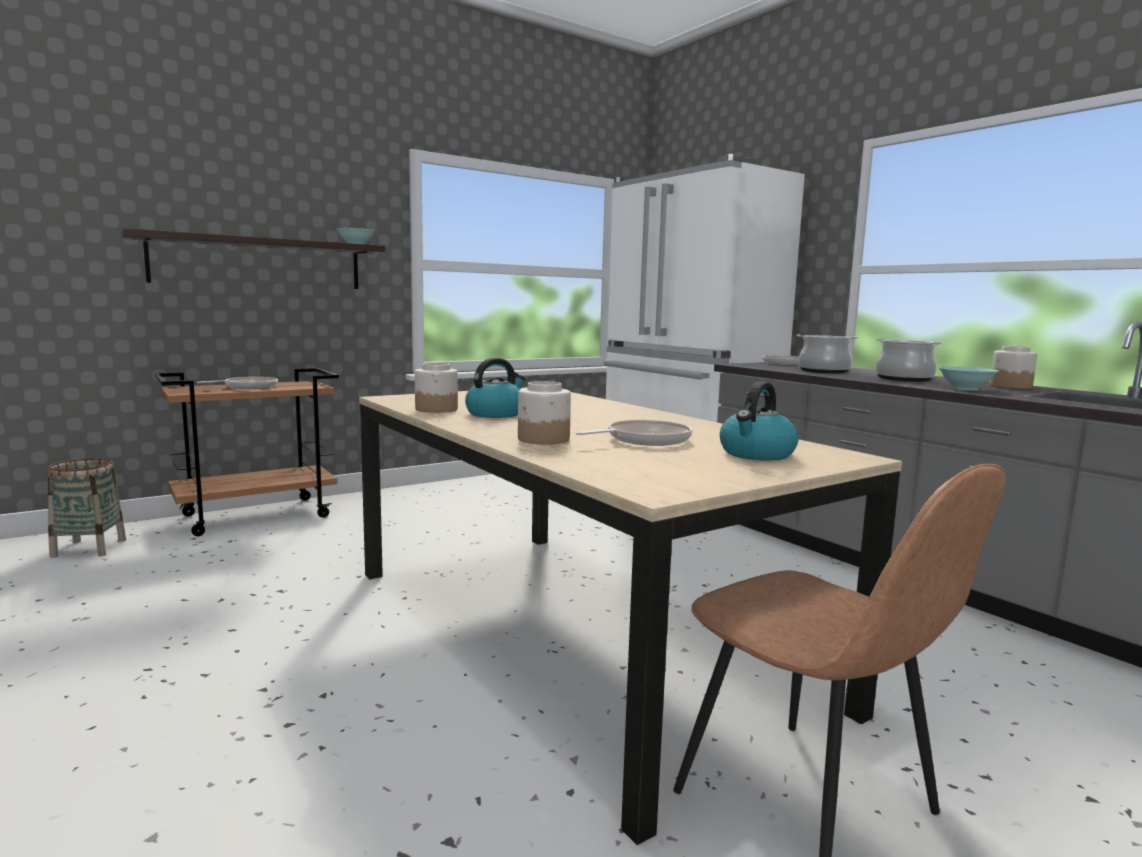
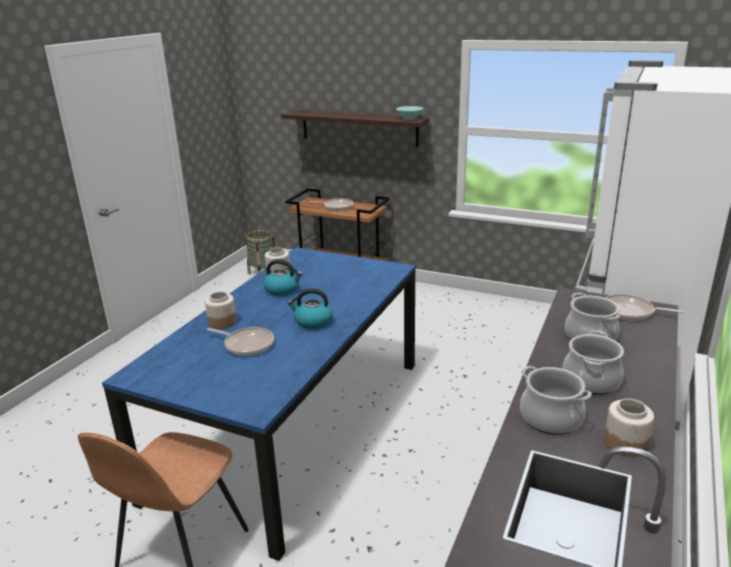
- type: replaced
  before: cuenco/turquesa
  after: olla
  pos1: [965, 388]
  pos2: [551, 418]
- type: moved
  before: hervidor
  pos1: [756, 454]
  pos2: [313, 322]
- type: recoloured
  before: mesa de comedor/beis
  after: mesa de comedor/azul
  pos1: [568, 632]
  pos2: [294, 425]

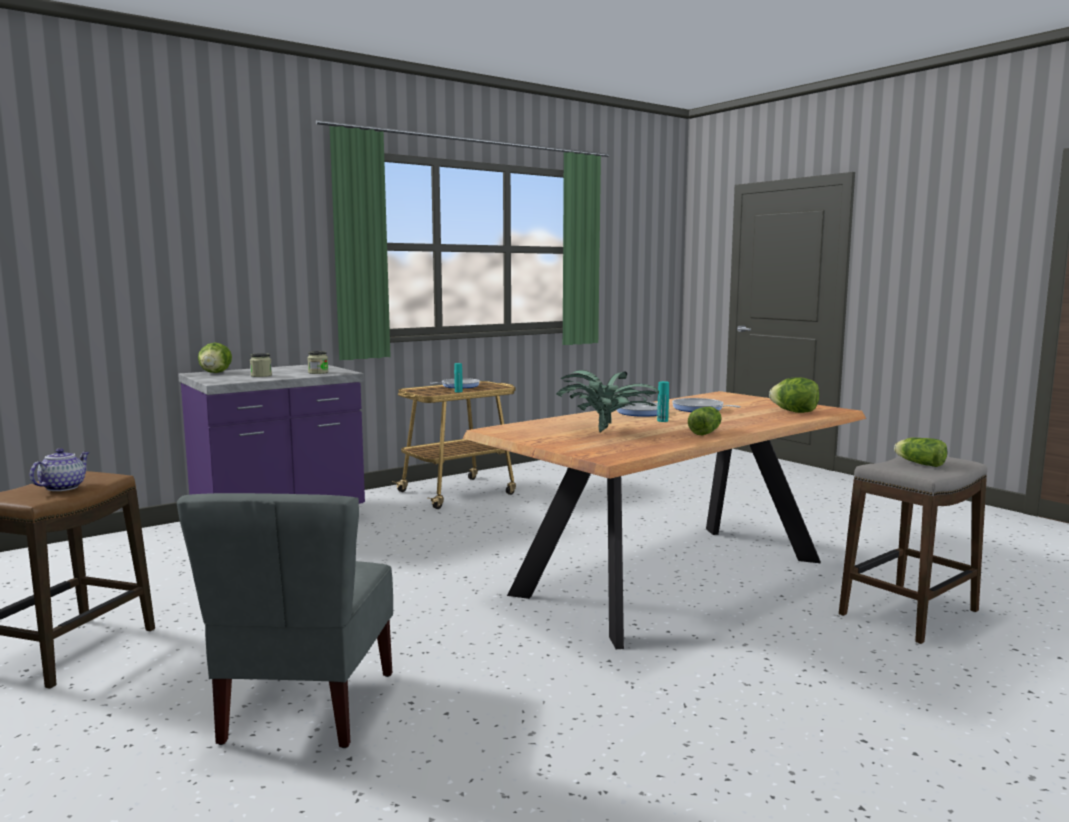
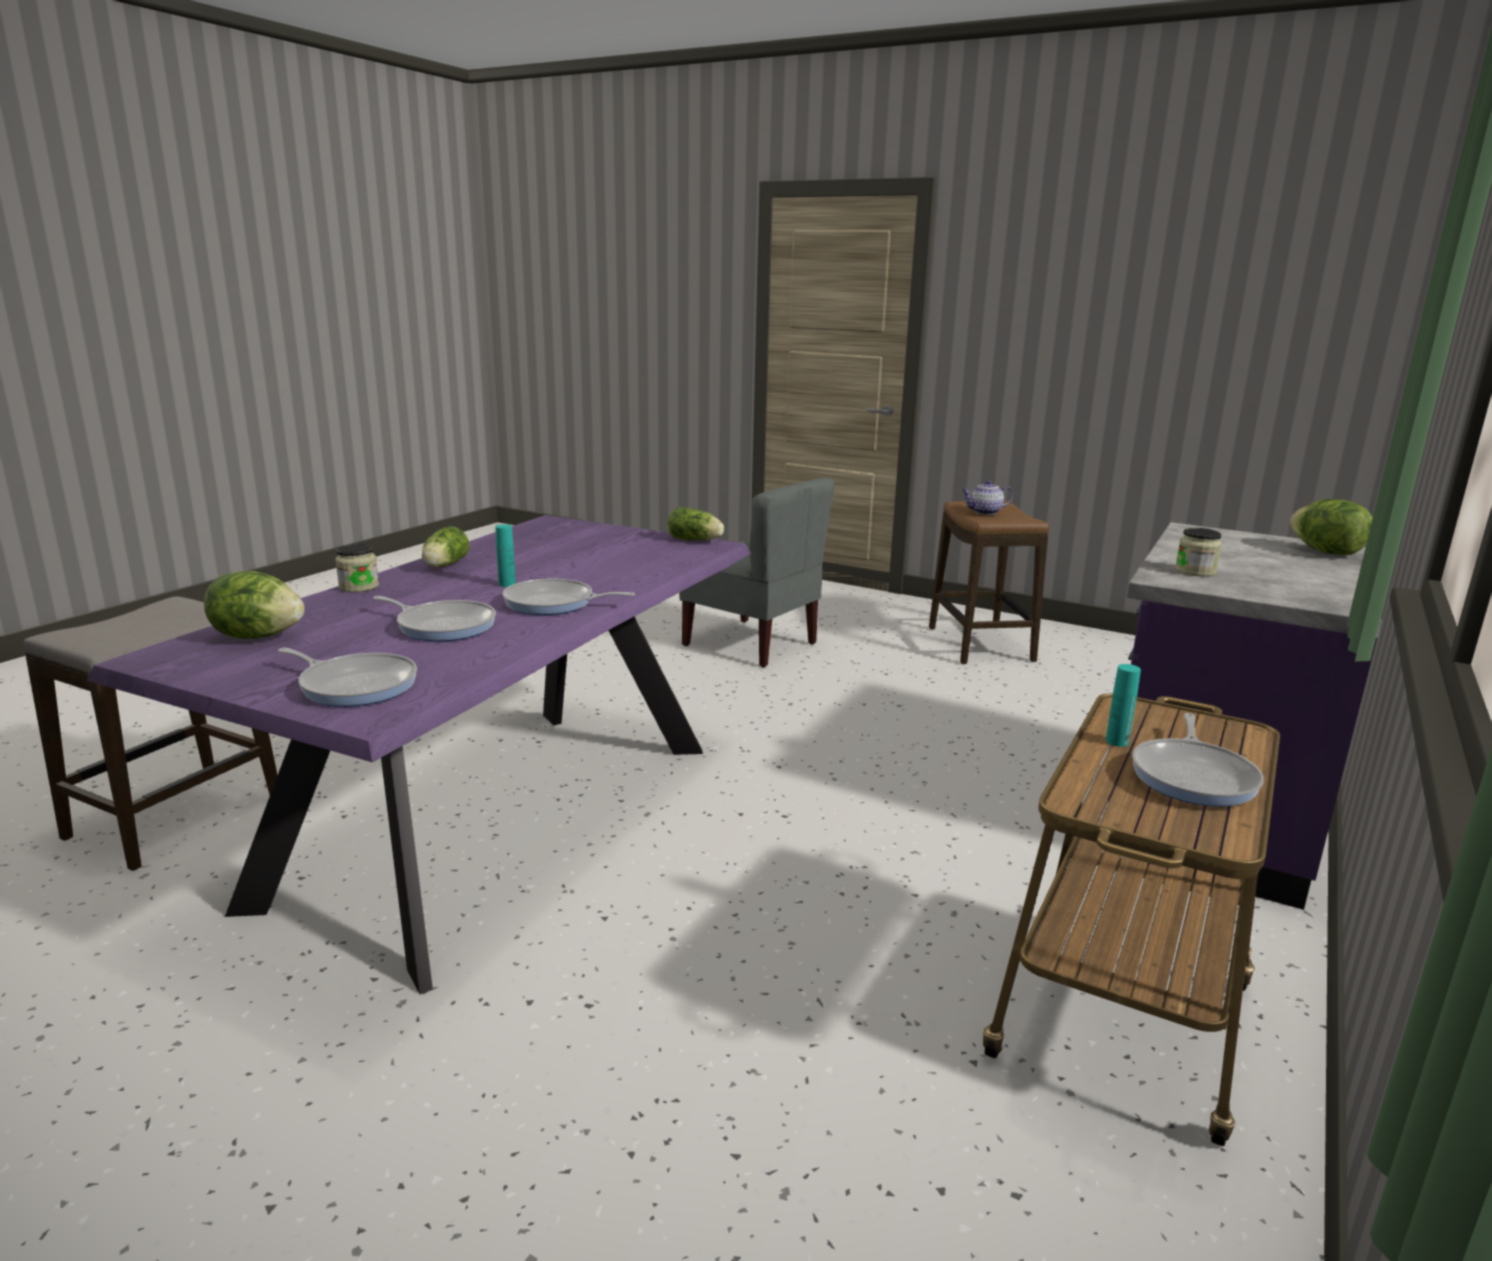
- type: moved
  before: tarro
  pos1: [261, 375]
  pos2: [359, 587]
- type: removed
  before: planta en maceta
  pos1: [606, 432]
- type: recoloured
  before: mesa de comedor/marrón
  after: mesa de comedor/morado
  pos1: [672, 577]
  pos2: [501, 820]
- type: moved
  before: lechuga
  pos1: [918, 463]
  pos2: [696, 540]
- type: turned
  before: tetera
  pos1: [63, 487]
  pos2: [984, 512]
  turn: 90
- type: turned
  before: silla/gris
  pos1: [306, 707]
  pos2: [752, 644]
  turn: 150
- type: added
  after: sartén
  pos2: [355, 685]

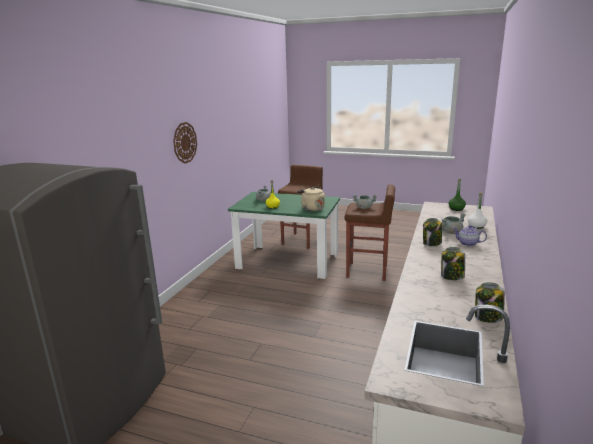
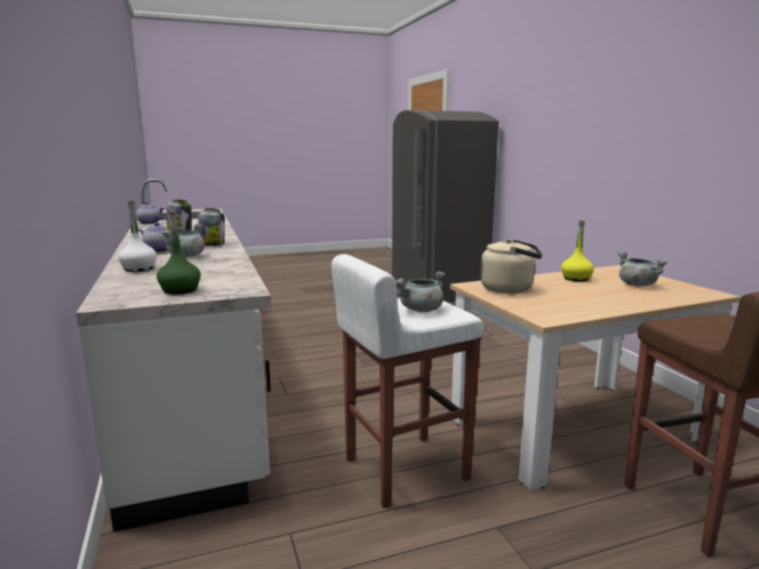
- type: removed
  before: reloj de pared
  pos1: [184, 142]
- type: recoloured
  before: taburete/marrón
  after: taburete/blanco
  pos1: [367, 271]
  pos2: [403, 469]
- type: recoloured
  before: mesa de comedor/verde
  after: mesa de comedor/beis
  pos1: [287, 262]
  pos2: [574, 429]
- type: replaced
  before: tarro
  after: tetera
  pos1: [488, 317]
  pos2: [149, 223]

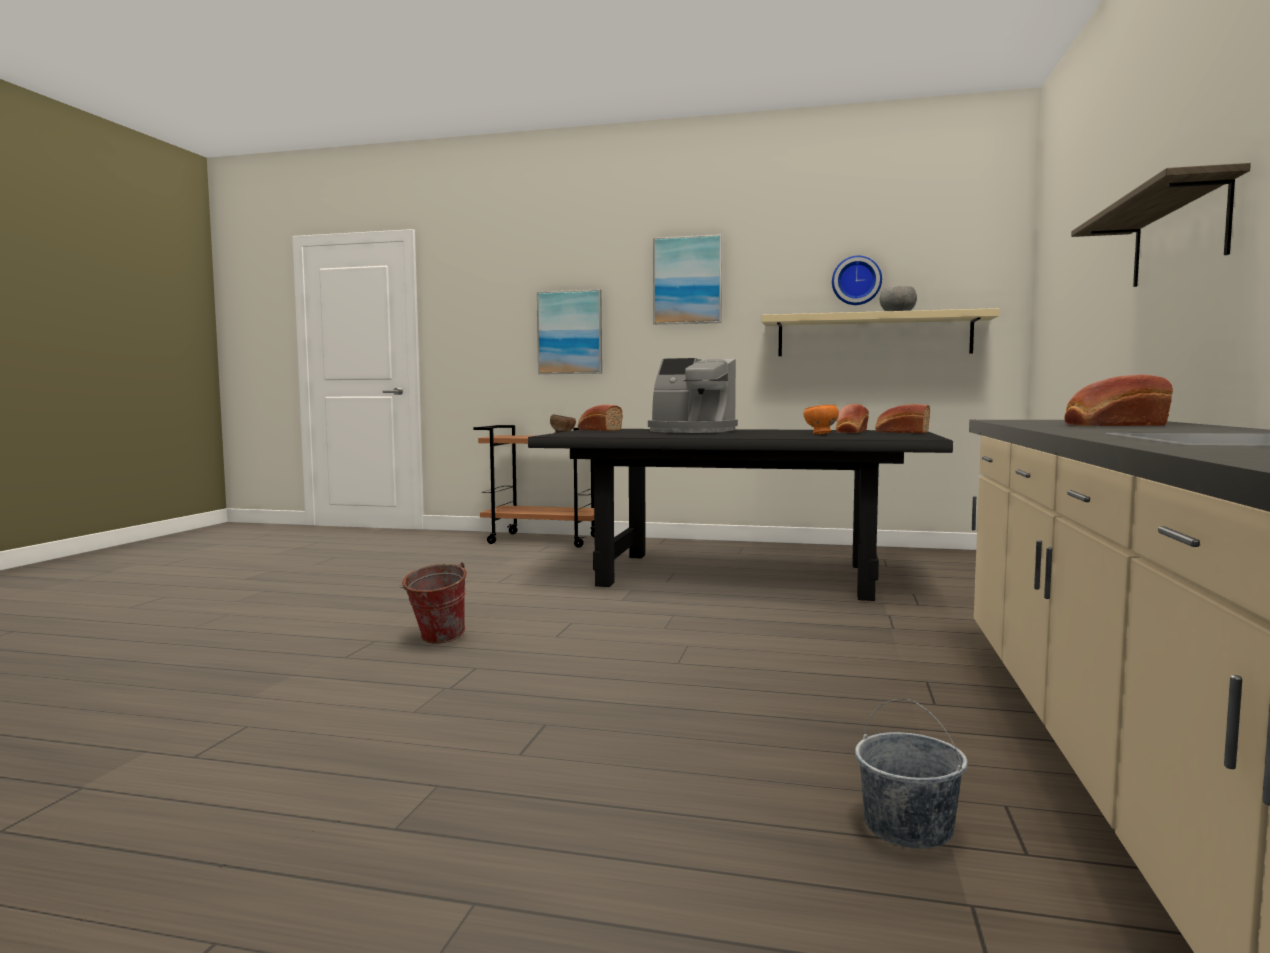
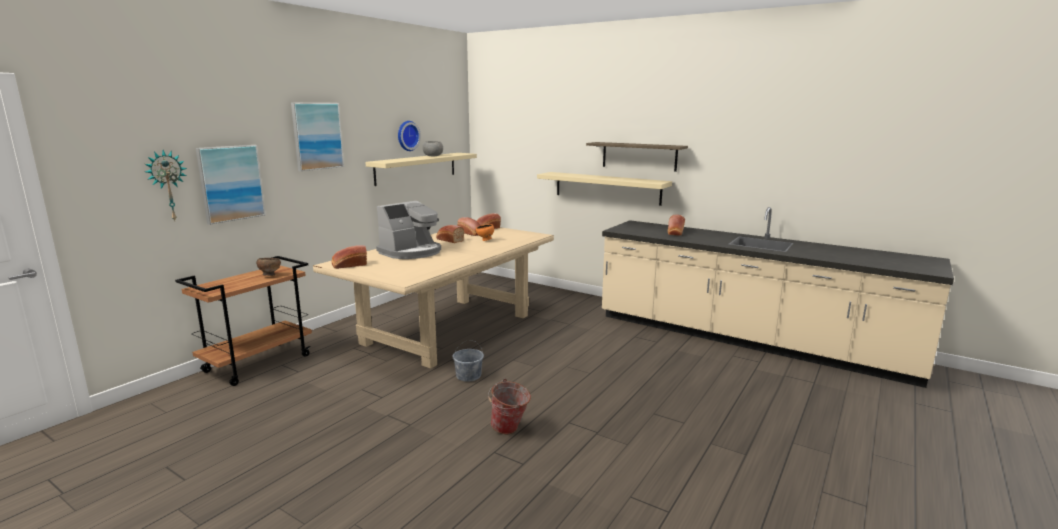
- type: recoloured
  before: mesa de comedor/negro
  after: mesa de comedor/beis
  pos1: [739, 575]
  pos2: [449, 329]
- type: moved
  before: cubo/gris
  pos1: [909, 827]
  pos2: [468, 376]
- type: added
  after: reloj de pared
  pos2: [167, 185]
- type: added
  after: estante/beis
  pos2: [607, 188]
- type: added
  after: pan
  pos2: [449, 240]

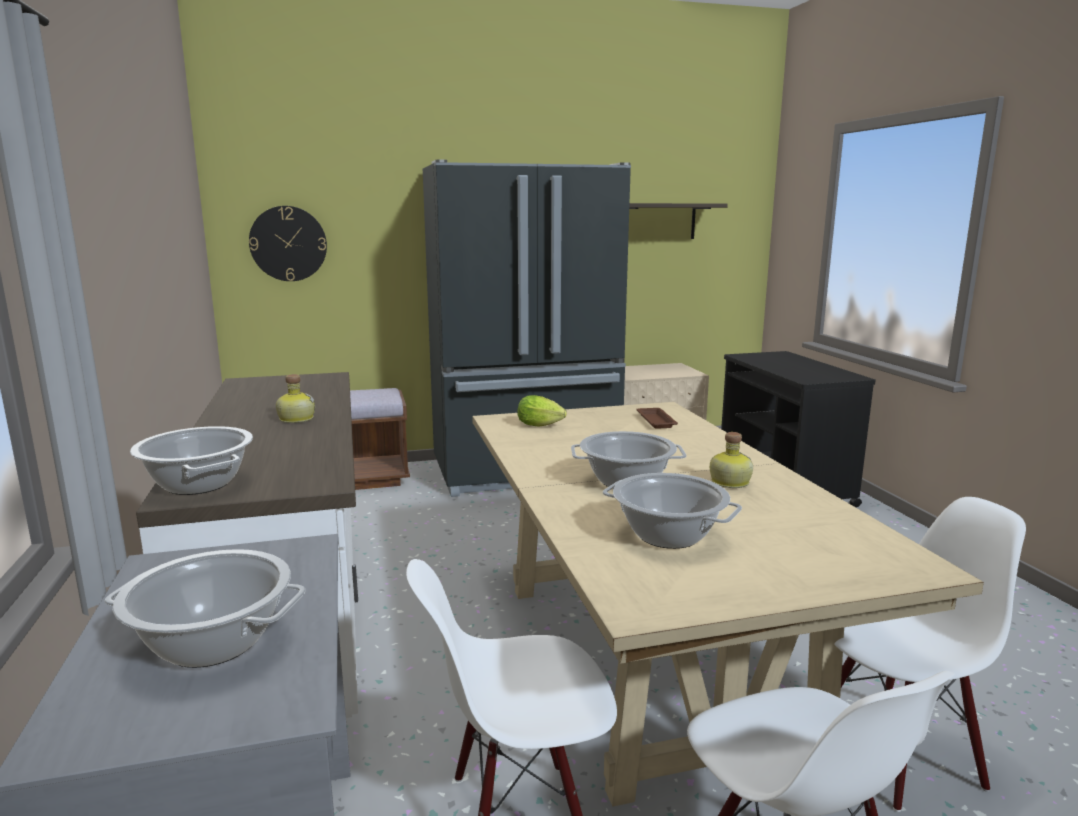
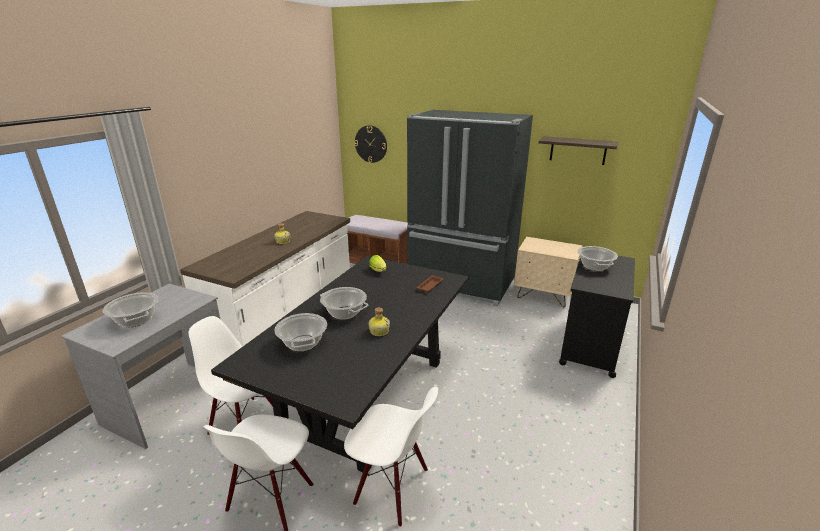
- type: recoloured
  before: mesa de comedor/beis
  after: mesa de comedor/negro
  pos1: [645, 659]
  pos2: [366, 395]
- type: moved
  before: olla
  pos1: [198, 484]
  pos2: [594, 266]

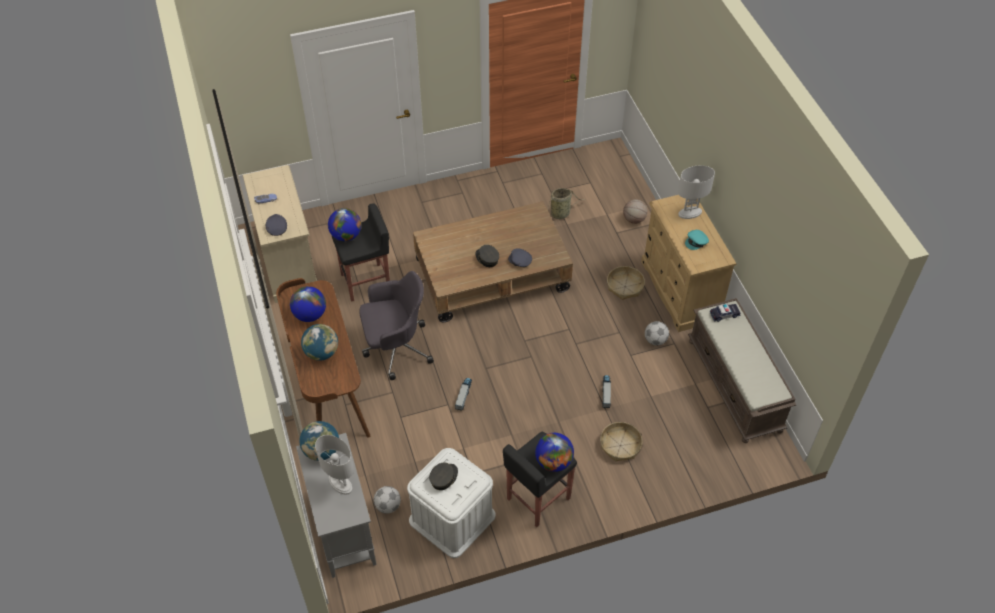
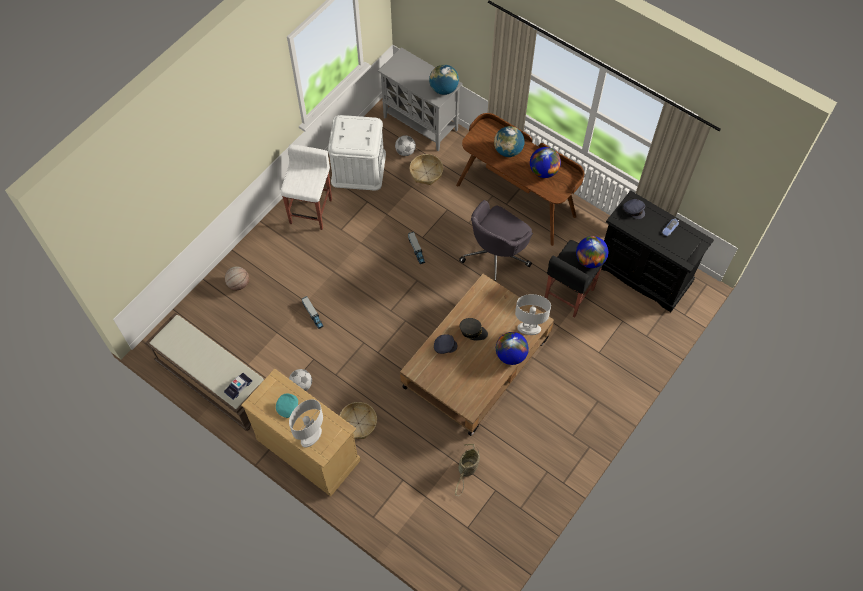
- type: recoloured
  before: cómoda/beis
  after: cómoda/negro
  pos1: [288, 263]
  pos2: [643, 273]
- type: moved
  before: balón de baloncesto
  pos1: [634, 219]
  pos2: [238, 284]
- type: moved
  before: cesta
  pos1: [620, 445]
  pos2: [426, 173]
- type: recoloured
  before: taburete/negro
  after: taburete/blanco
  pos1: [537, 499]
  pos2: [311, 210]
- type: moved
  before: globo terráqueo
  pos1: [553, 462]
  pos2: [510, 355]
- type: moved
  before: lámpara de mesa/blanco
  pos1: [341, 484]
  pos2: [529, 329]
- type: removed
  before: gorra/gris
  pos1: [444, 478]

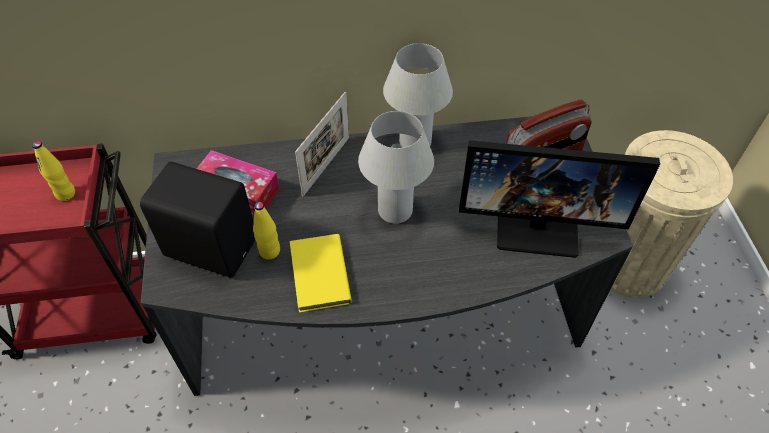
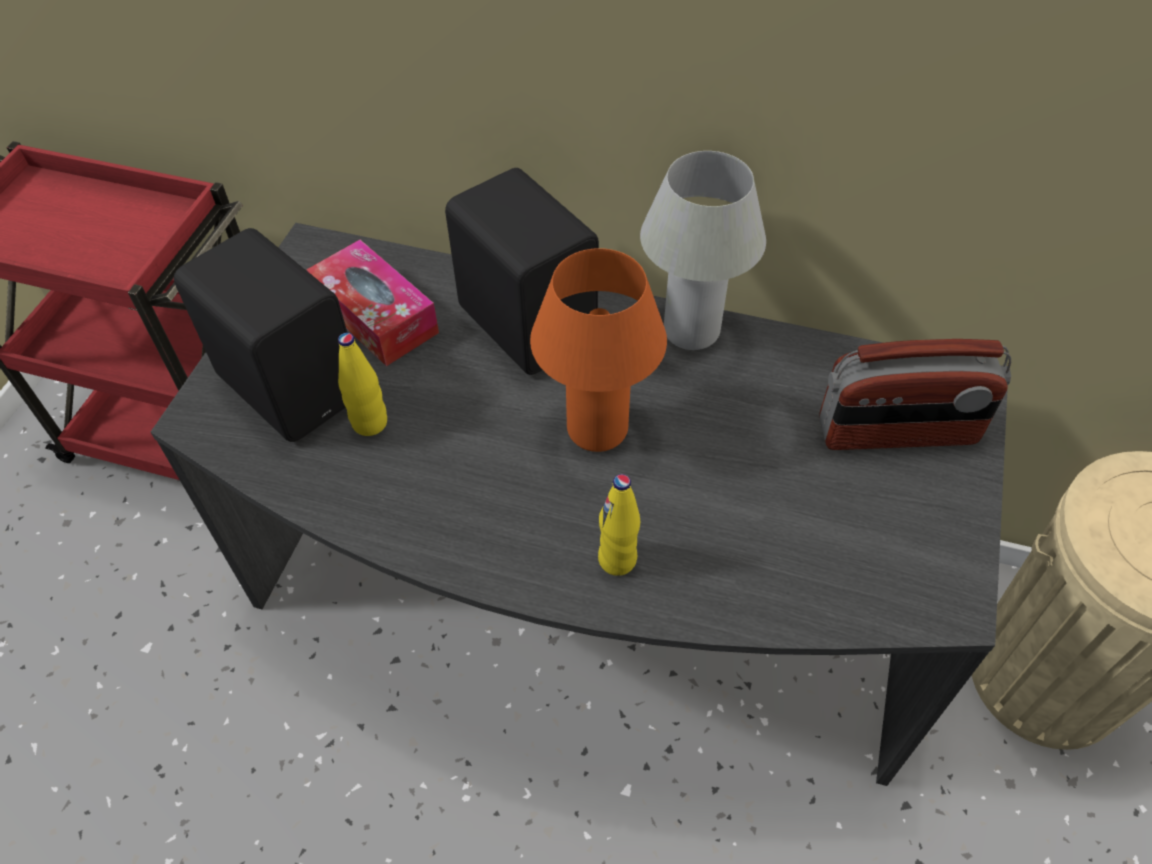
- type: replaced
  before: portarretratos
  after: altavoz/negro
  pos1: [326, 166]
  pos2: [529, 321]
- type: recoloured
  before: lámpara de mesa/blanco
  after: lámpara de mesa/naranja
  pos1: [395, 211]
  pos2: [597, 429]
- type: removed
  before: monitor
  pos1: [538, 225]
- type: moved
  before: botella/amarillo
  pos1: [65, 193]
  pos2: [617, 559]
- type: removed
  before: libro/amarillo
  pos1: [318, 275]

